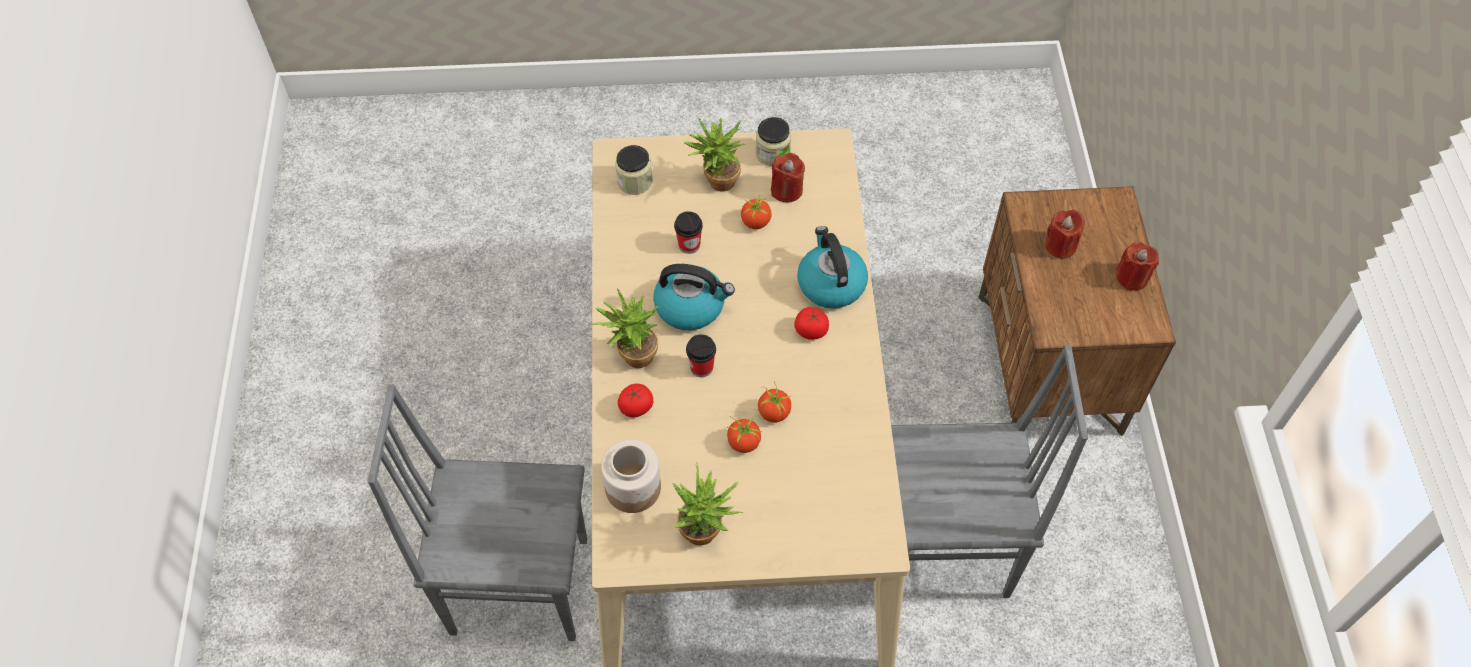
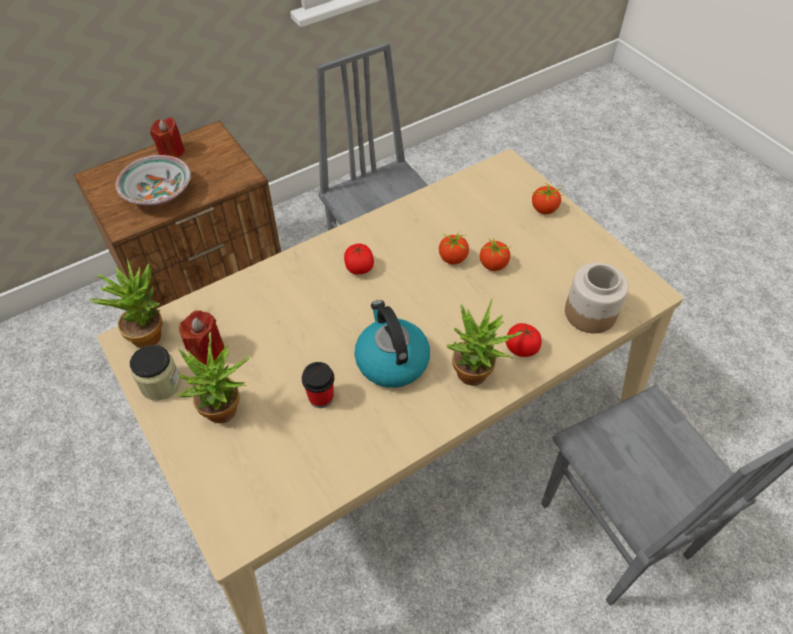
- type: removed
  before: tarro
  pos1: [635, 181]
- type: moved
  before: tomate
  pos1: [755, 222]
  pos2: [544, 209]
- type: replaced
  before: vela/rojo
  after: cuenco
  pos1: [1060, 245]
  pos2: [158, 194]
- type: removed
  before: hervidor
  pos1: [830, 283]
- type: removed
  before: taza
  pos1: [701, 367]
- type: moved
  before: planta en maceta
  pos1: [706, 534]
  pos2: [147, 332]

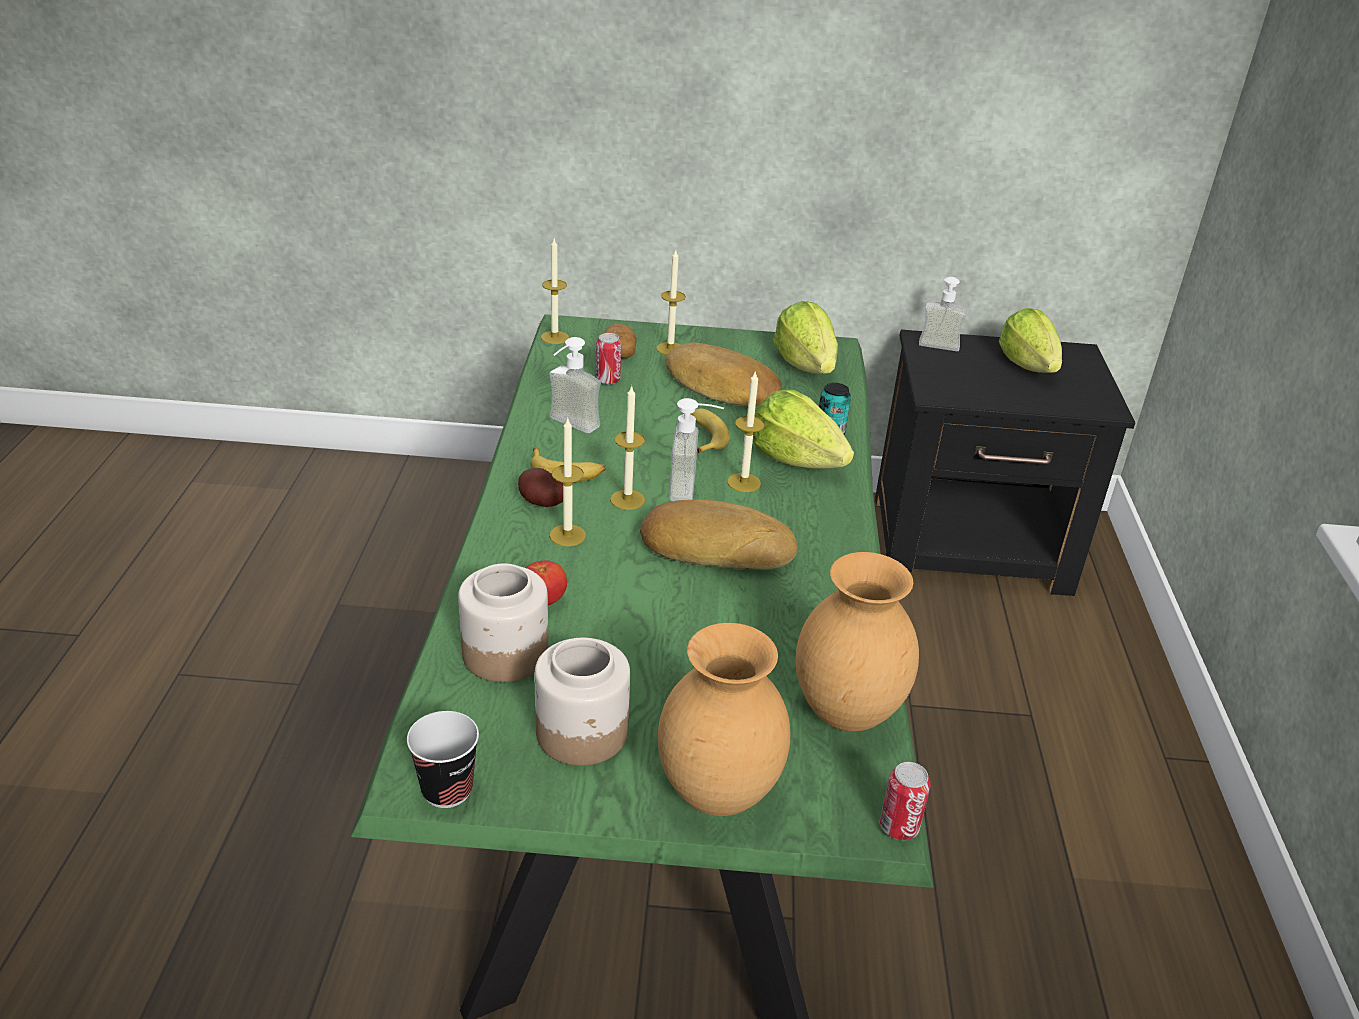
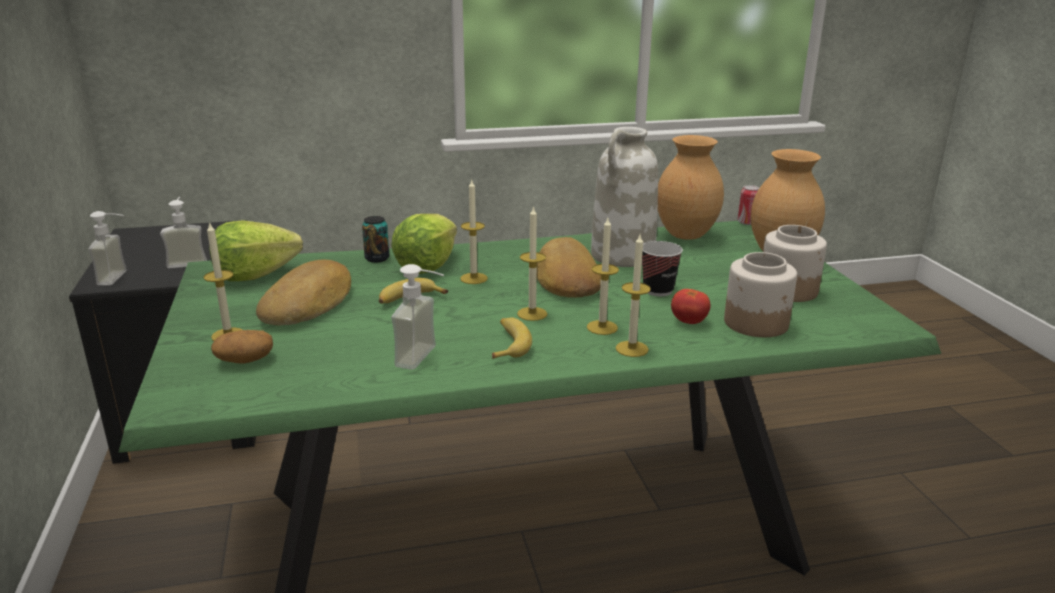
- type: moved
  before: vela
  pos1: [554, 337]
  pos2: [632, 349]
- type: removed
  before: lechuga
  pos1: [1028, 365]
- type: removed
  before: lata
  pos1: [607, 380]
- type: moved
  before: dispensador de jabón
  pos1: [693, 488]
  pos2: [188, 261]
- type: removed
  before: patata
  pos1: [541, 504]
- type: moved
  before: taza
  pos1: [447, 790]
  pos2: [658, 290]
- type: added
  after: florero/blanco
  pos2: [622, 256]

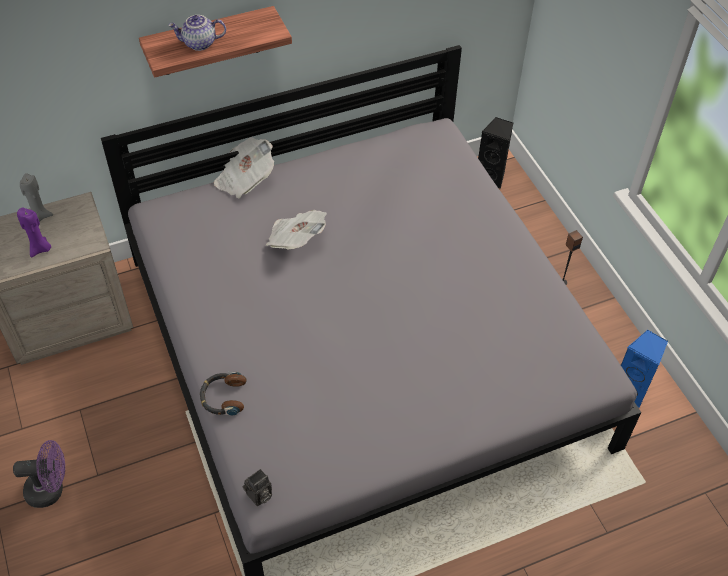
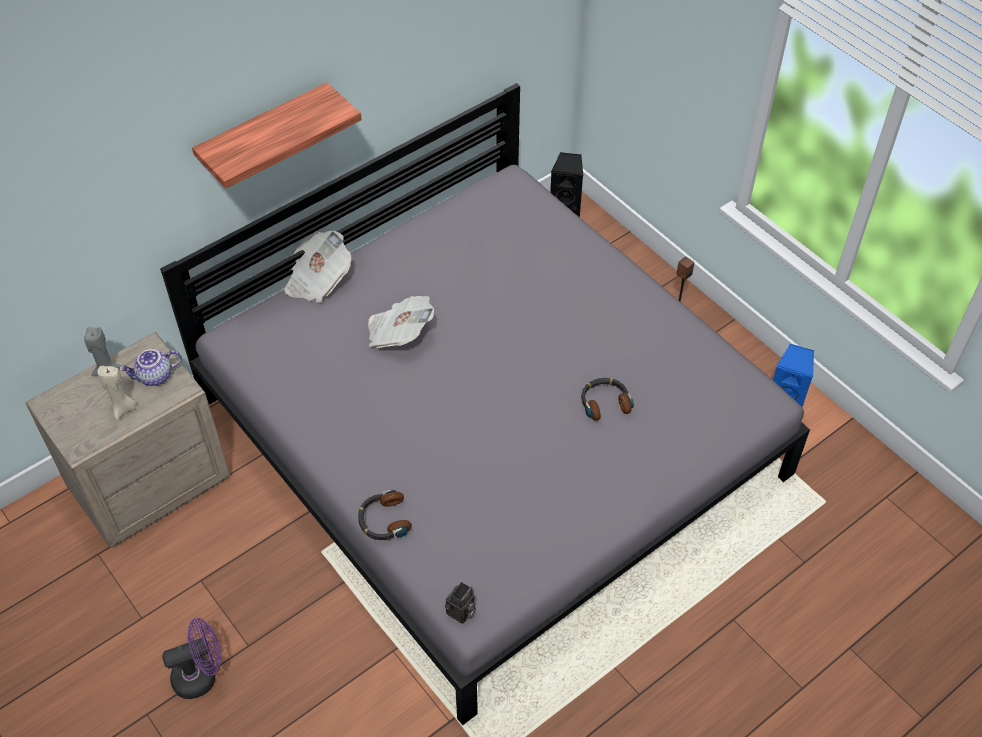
- type: moved
  before: tetera
  pos1: [199, 44]
  pos2: [155, 377]
- type: recoloured
  before: vela/morado
  after: vela/beis
  pos1: [40, 249]
  pos2: [123, 409]
- type: added
  after: auriculares
  pos2: [605, 402]

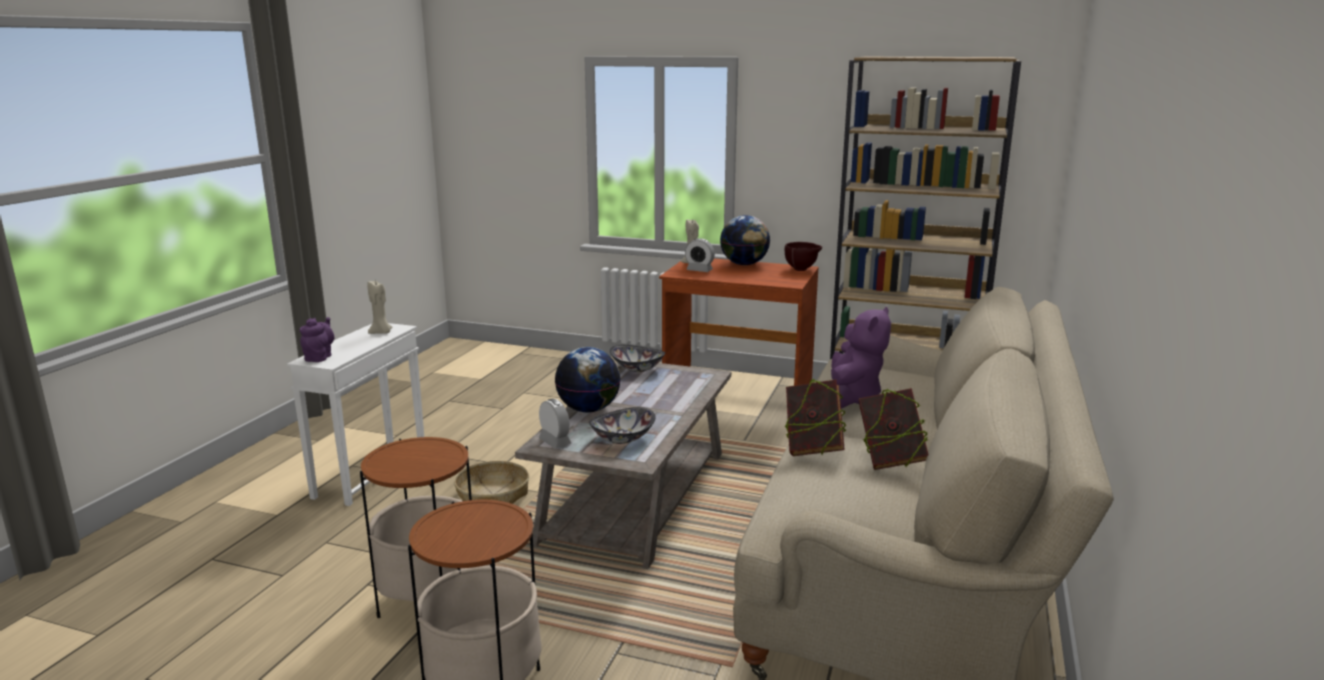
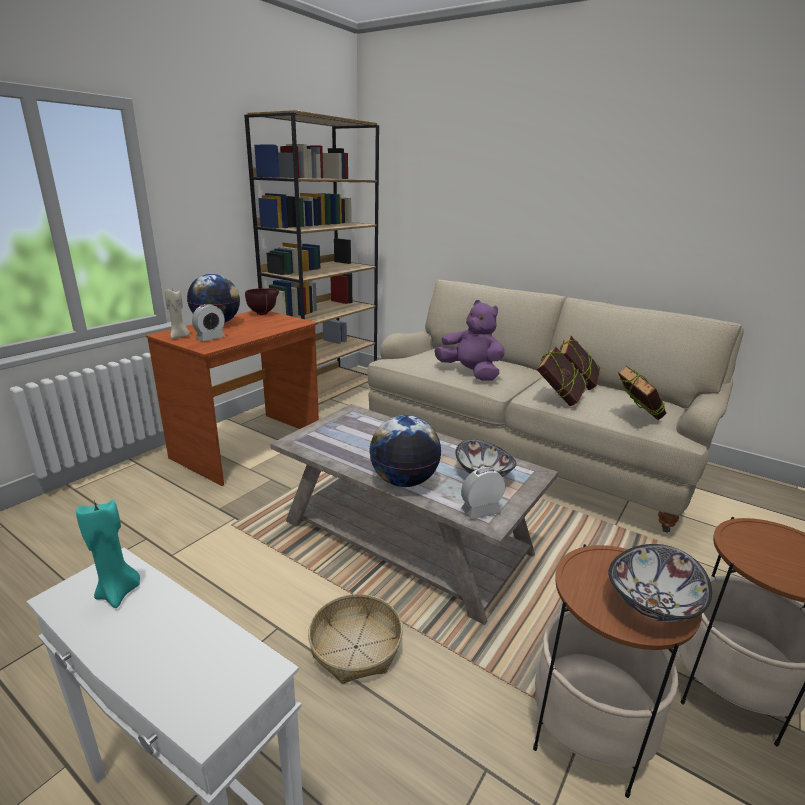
- type: recoloured
  before: vela/beis
  after: vela/turquesa
  pos1: [381, 332]
  pos2: [119, 592]
- type: removed
  before: tetera/morado
  pos1: [319, 357]
- type: moved
  before: cuenco
  pos1: [637, 369]
  pos2: [653, 603]
- type: added
  after: libro
  pos2: [636, 417]

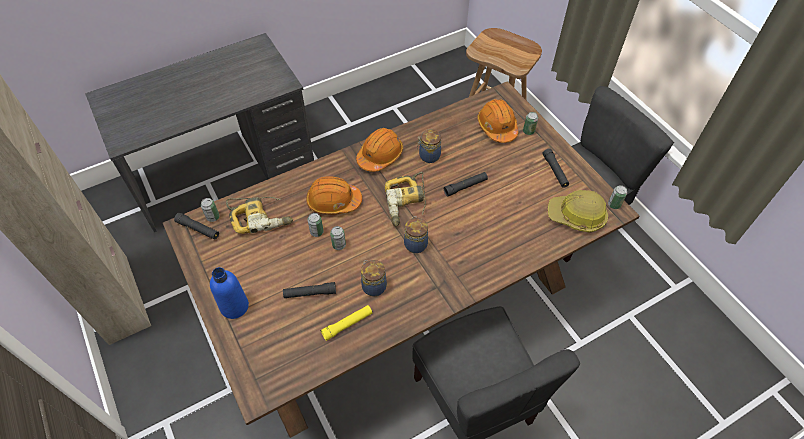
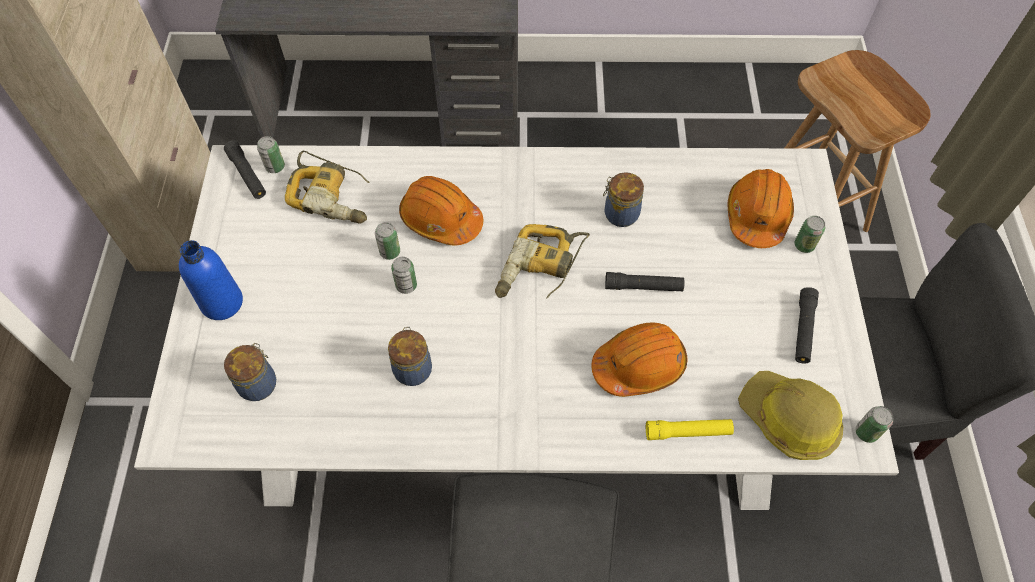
- type: recoloured
  before: mesa de comedor/marrón
  after: mesa de comedor/blanco
  pos1: [402, 298]
  pos2: [519, 399]
- type: moved
  before: casco/naranja
  pos1: [380, 155]
  pos2: [639, 365]
- type: moved
  before: tarro
  pos1: [415, 243]
  pos2: [259, 383]
- type: removed
  before: linterna/negro
  pos1: [310, 293]
- type: moved
  before: linterna/amarillo
  pos1: [347, 324]
  pos2: [688, 432]

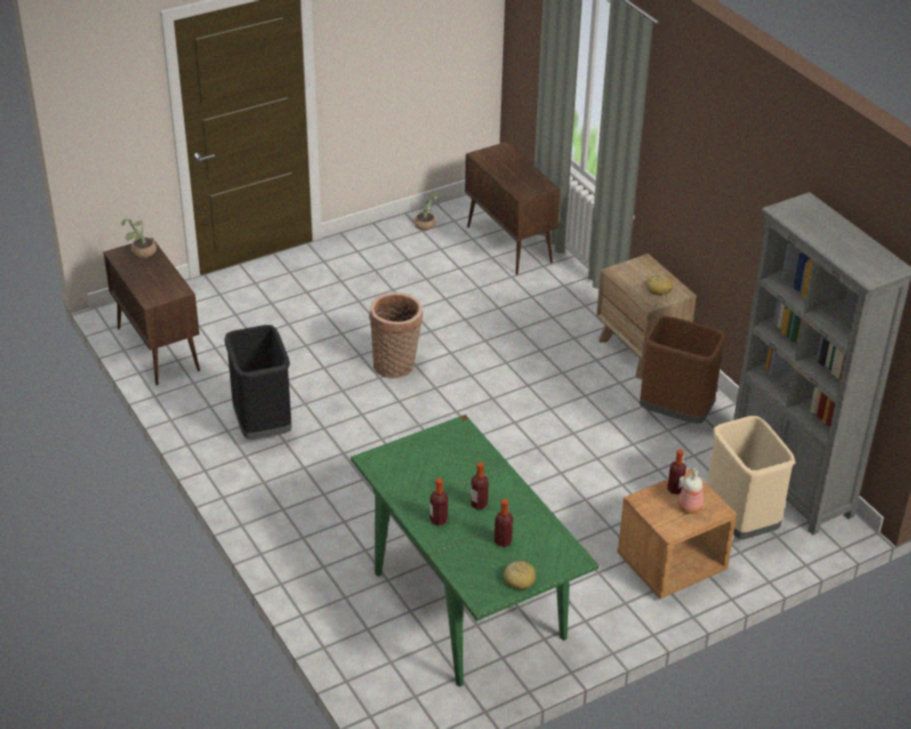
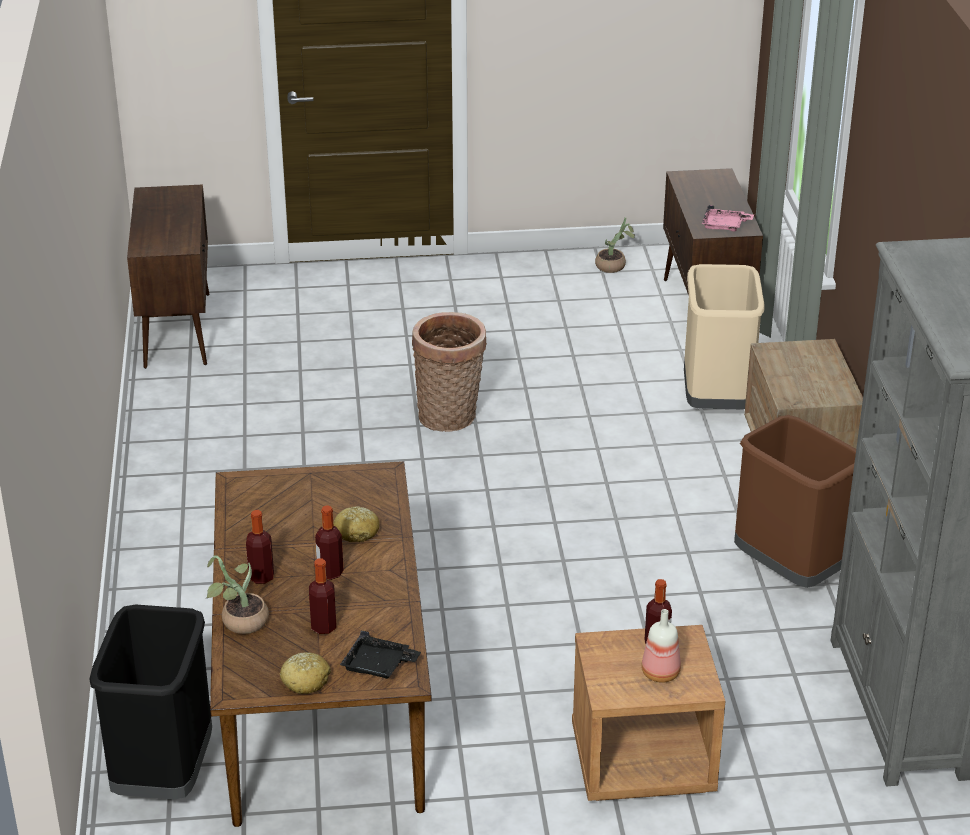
- type: moved
  before: planta en maceta
  pos1: [141, 253]
  pos2: [239, 622]
- type: moved
  before: pan
  pos1: [659, 289]
  pos2: [357, 532]
- type: moved
  before: papelera/negro
  pos1: [262, 426]
  pos2: [163, 774]
- type: recoloured
  before: mesa de comedor/verde
  after: mesa de comedor/marrón
  pos1: [467, 603]
  pos2: [324, 725]
- type: moved
  before: papelera/beis
  pos1: [741, 522]
  pos2: [717, 401]
- type: added
  after: bandeja/rosa
  pos2: [725, 226]
- type: added
  after: bandeja/negro
  pos2: [378, 665]

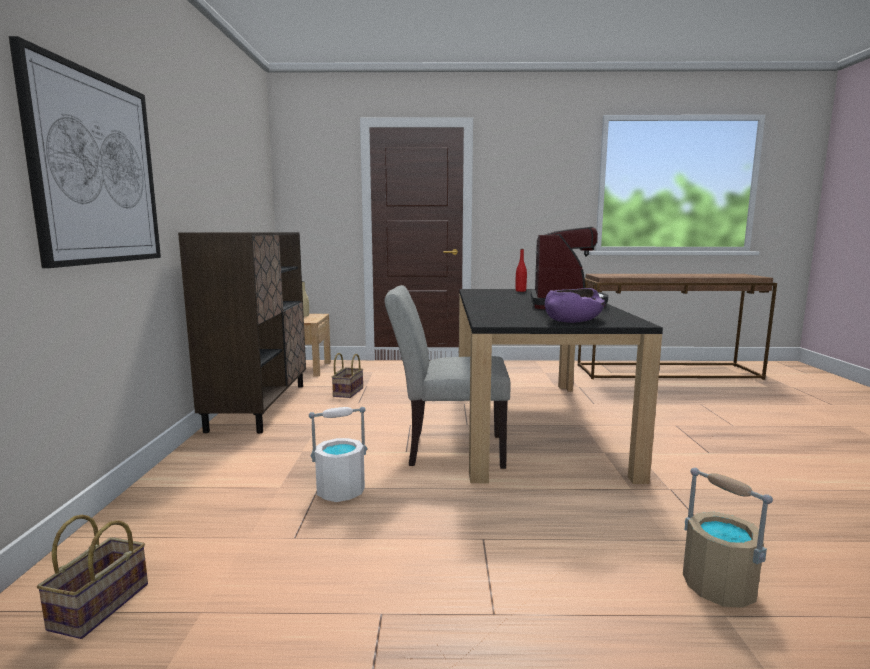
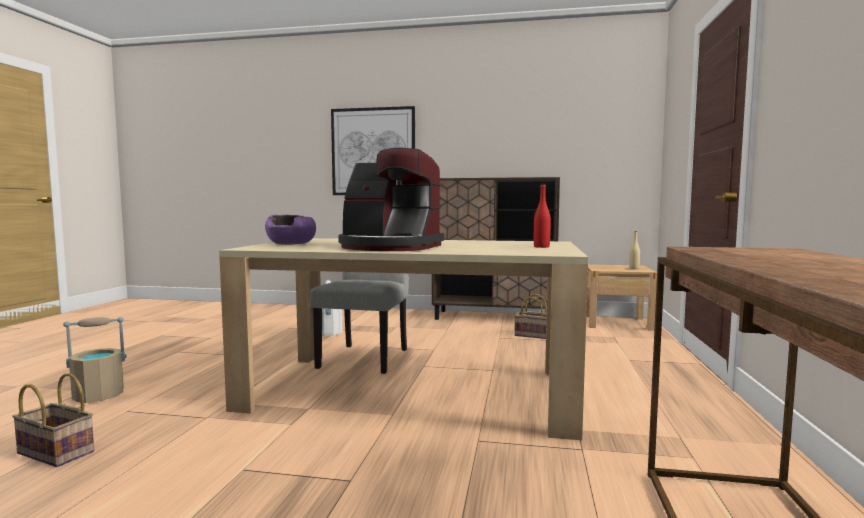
- type: recoloured
  before: mesa de comedor/negro
  after: mesa de comedor/beis
  pos1: [530, 423]
  pos2: [414, 390]
- type: moved
  before: cesta
  pos1: [99, 608]
  pos2: [53, 453]

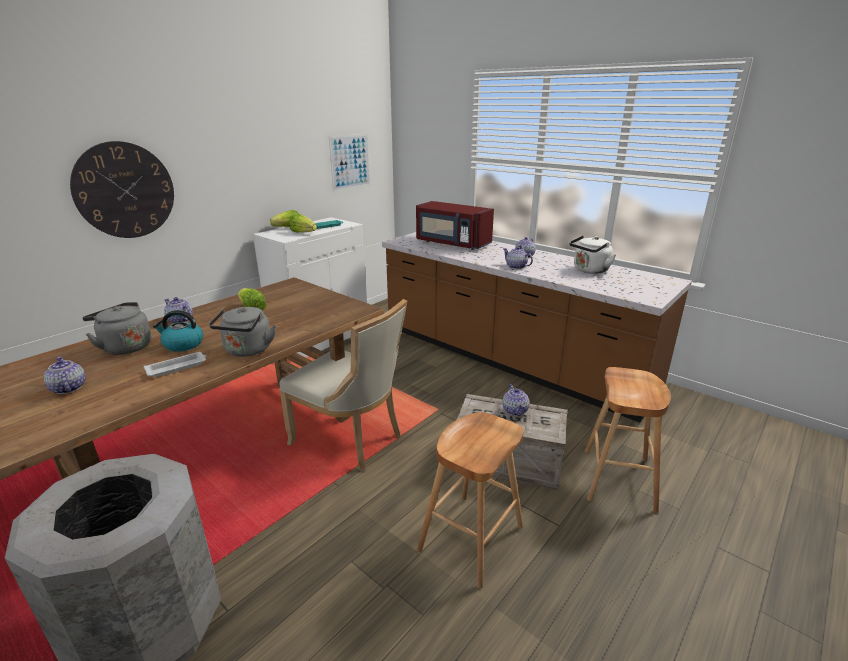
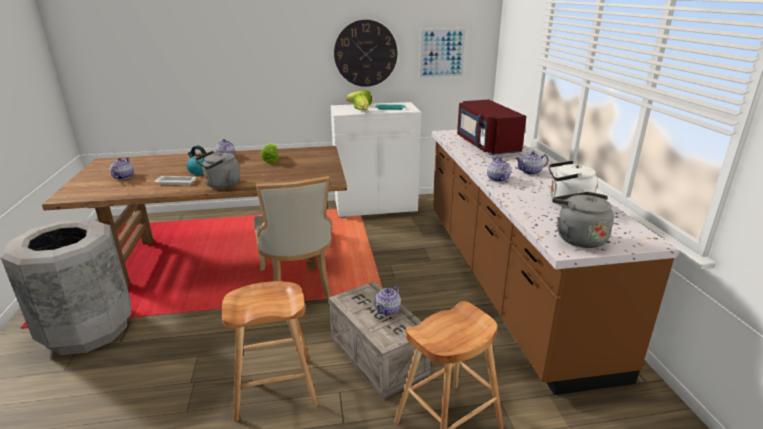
- type: moved
  before: reloj de pared
  pos1: [125, 190]
  pos2: [365, 53]
- type: moved
  before: hervidor/gris
  pos1: [125, 347]
  pos2: [578, 238]

